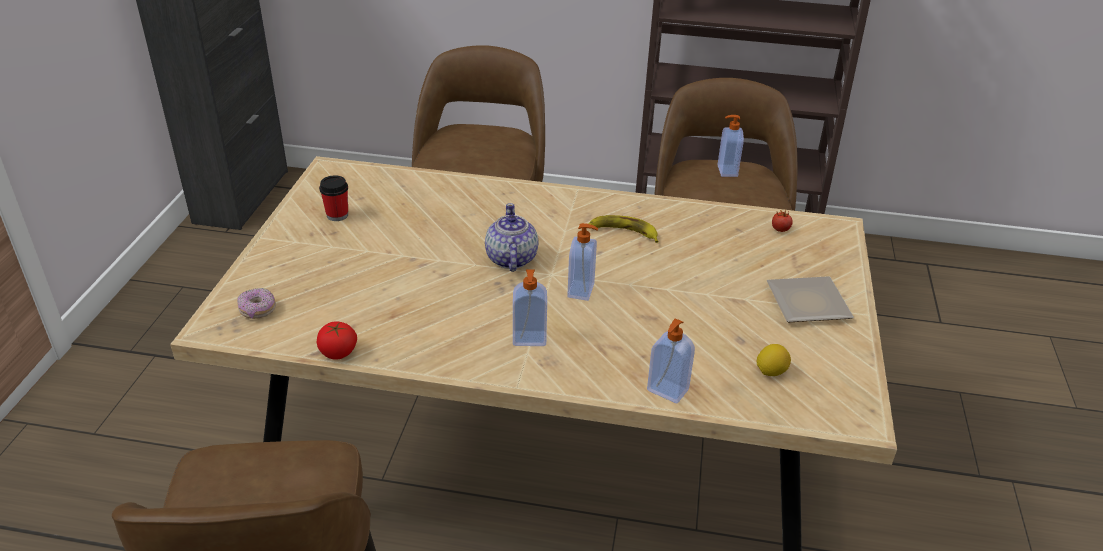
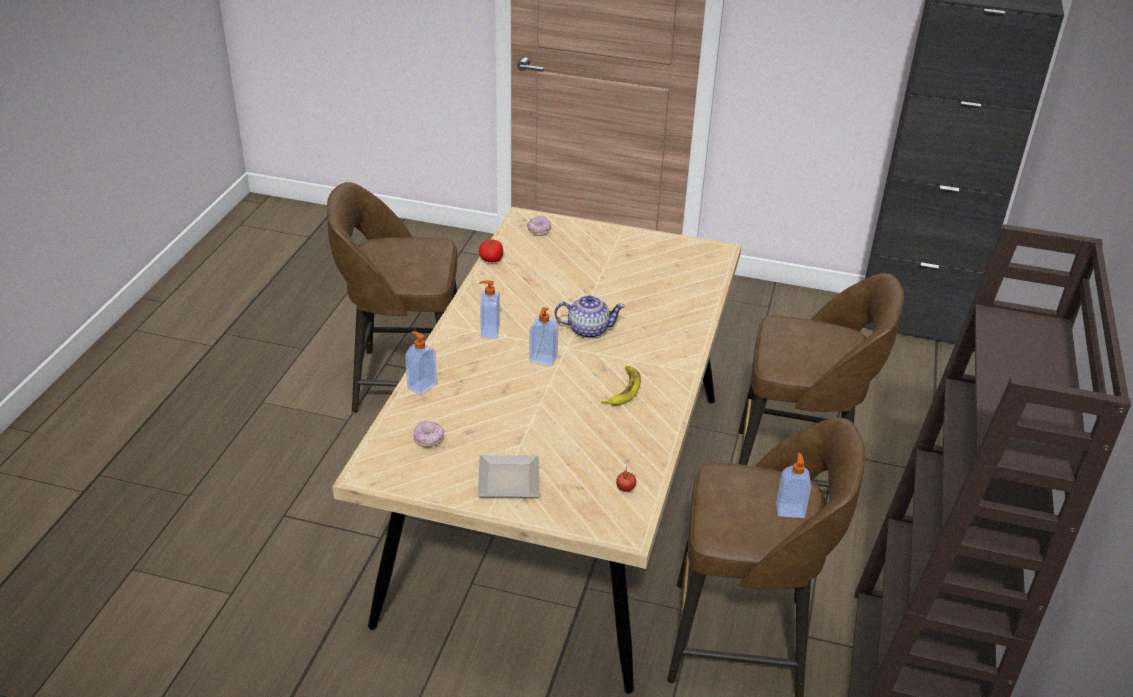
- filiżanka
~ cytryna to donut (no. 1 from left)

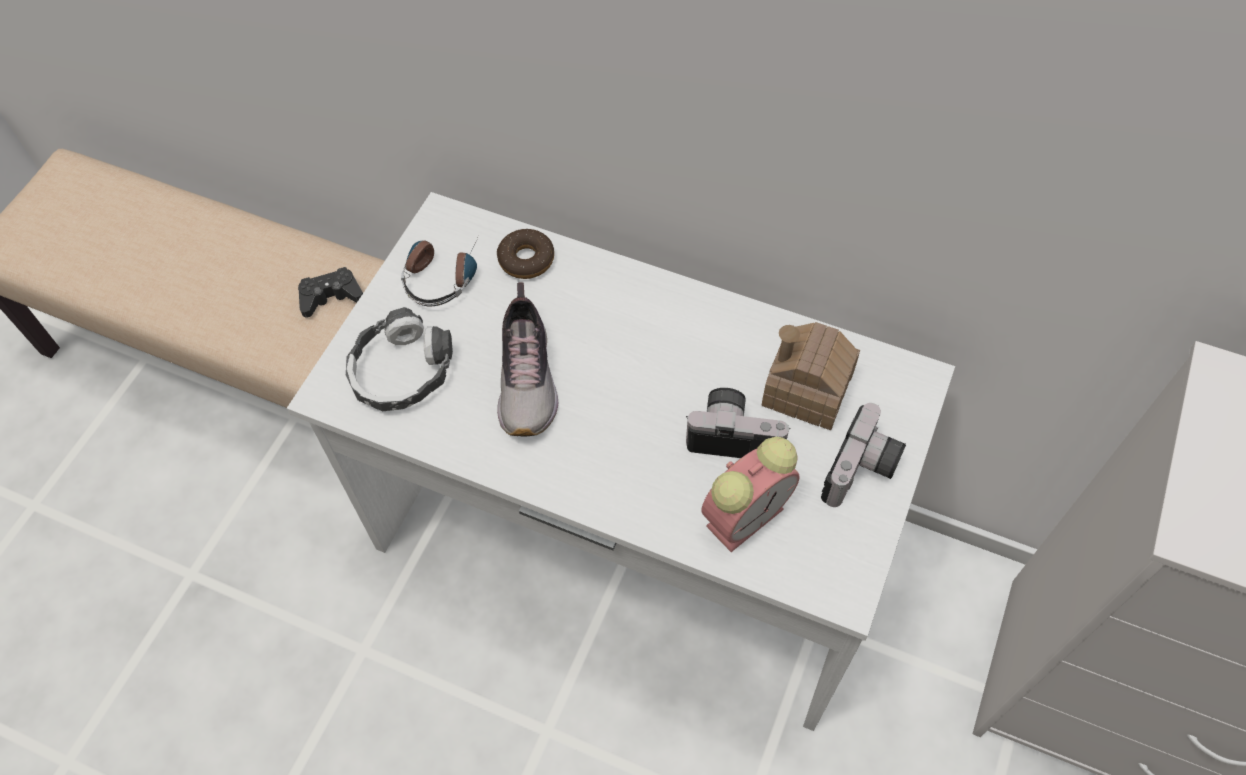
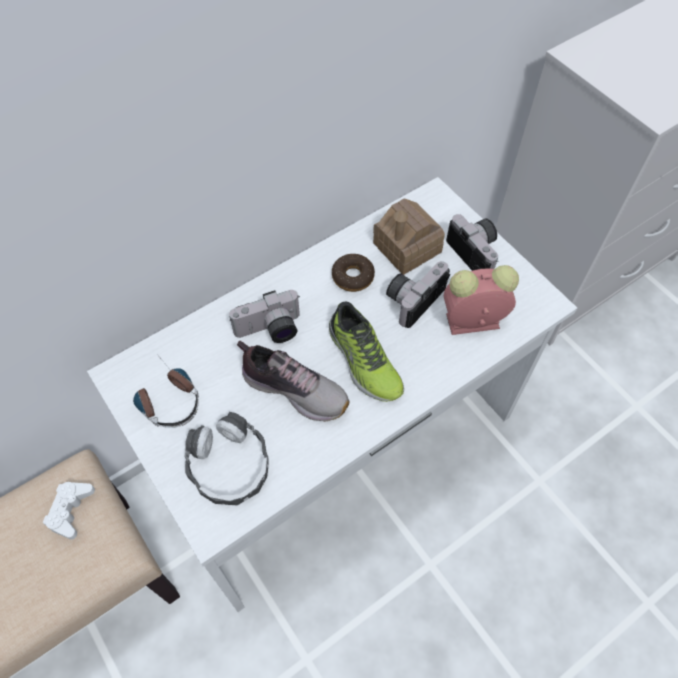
+ aparat fotograficzny (no. 1 from left)
+ but (no. 2 from left)
~ donut
~ pad do gier/czarny to pad do gier/biały
~ budzik 90 degrees counterclockwise

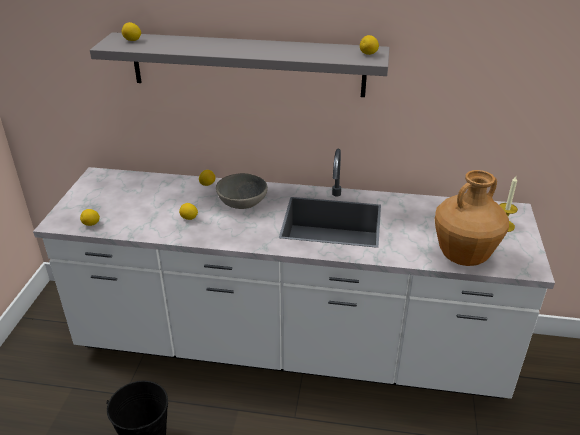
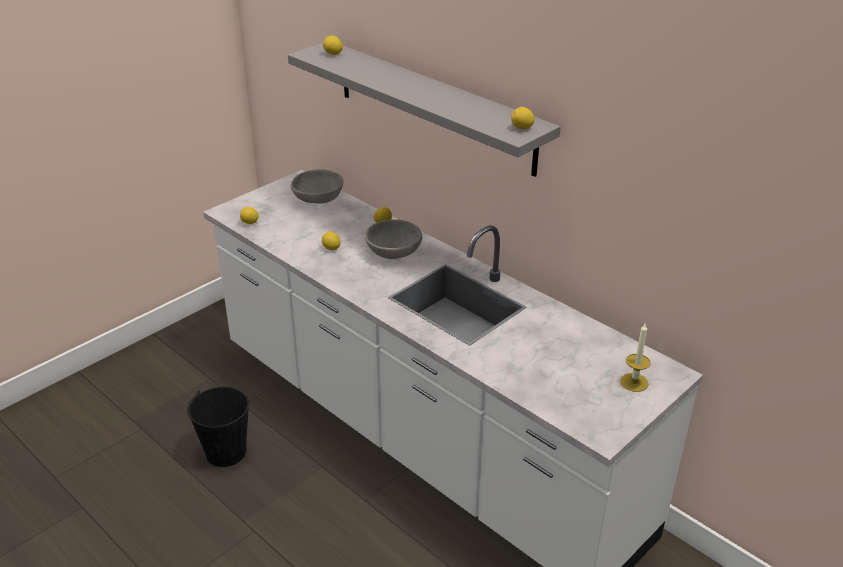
- wazon/brązowy
+ miska/szary (no. 1 from left)

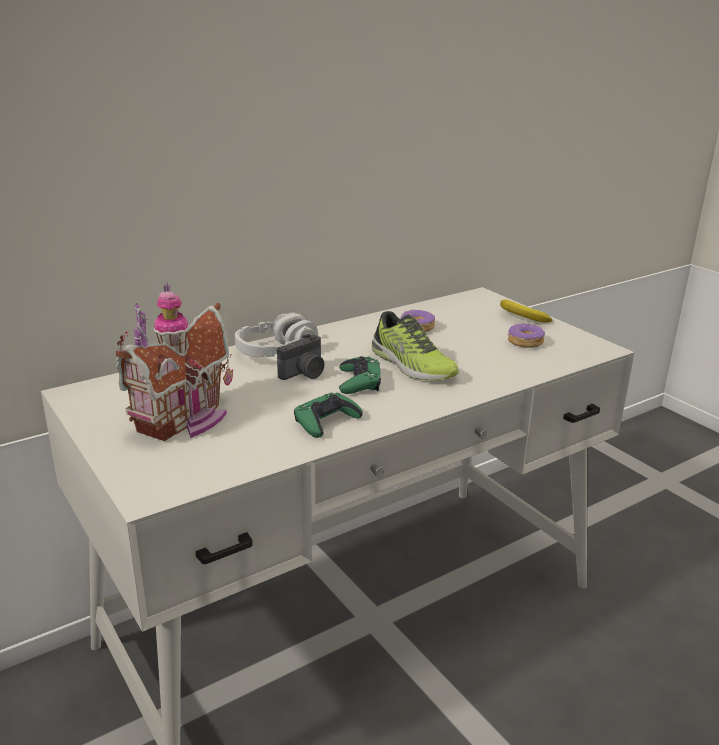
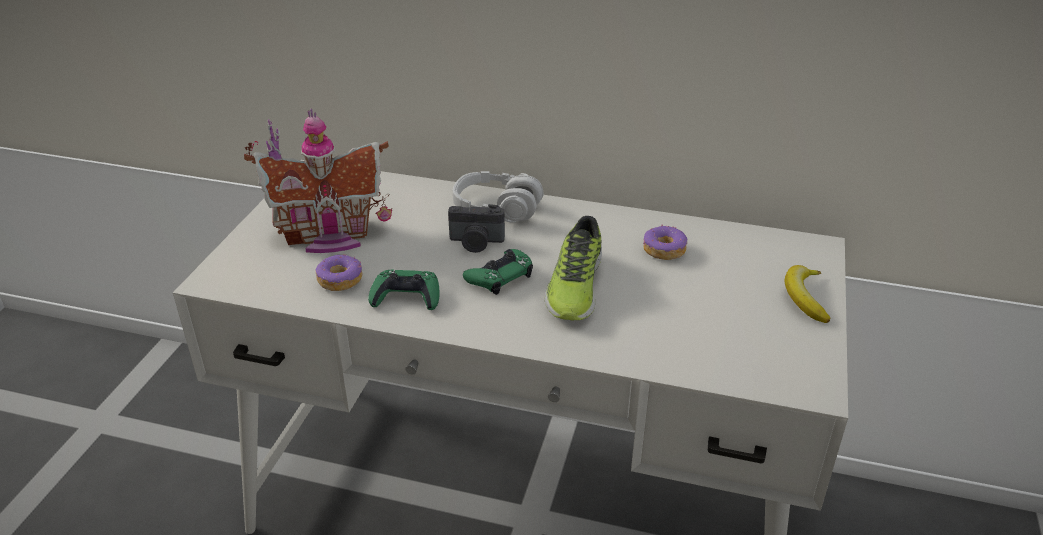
~ donut (no. 2 from left in the first image) to donut (no. 1 from left)

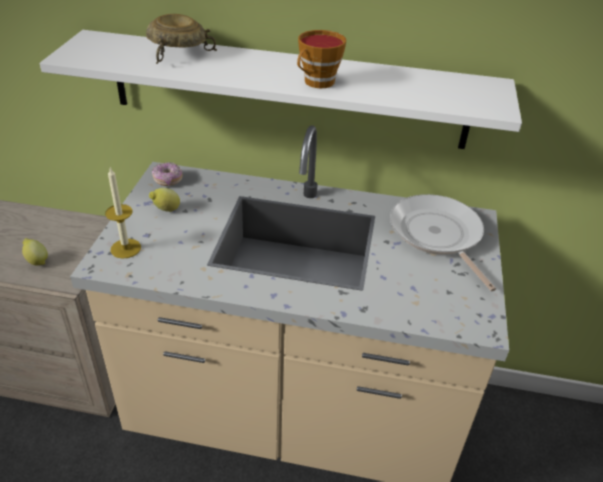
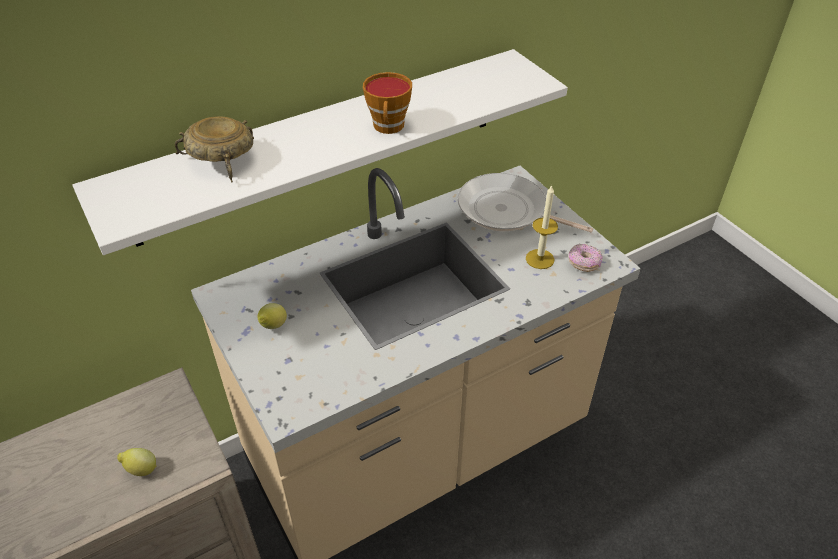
~ świeca
~ donut

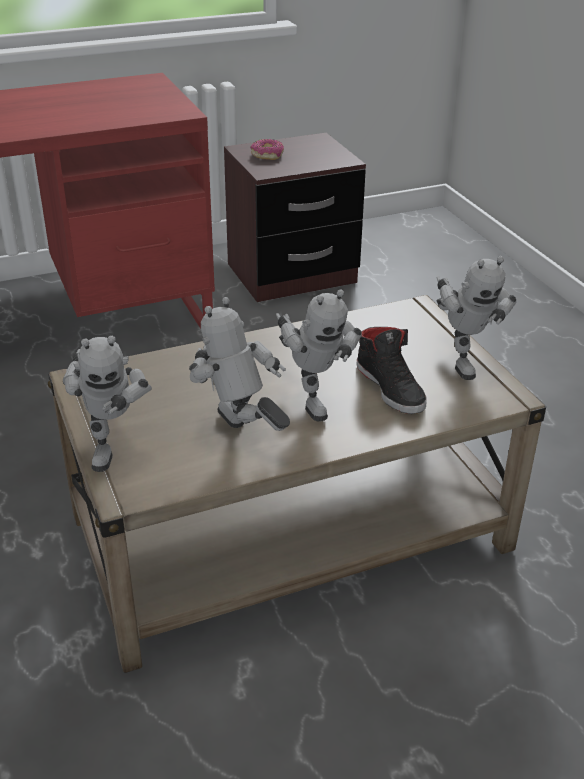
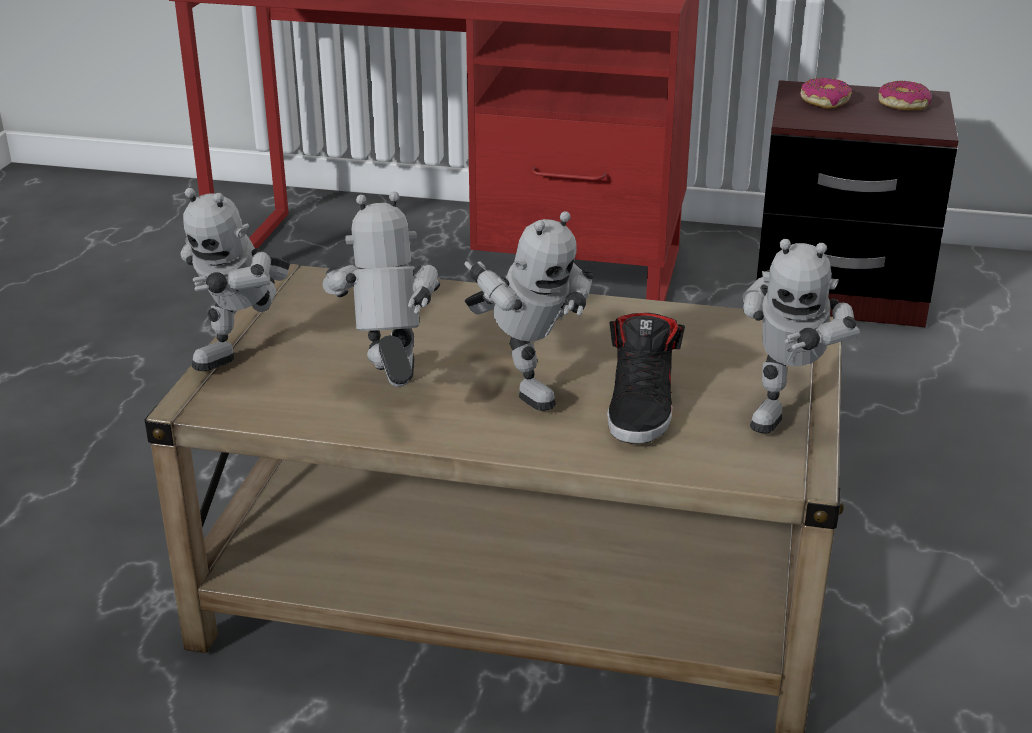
+ donut (no. 2 from left)
~ robot zabawkowy (no. 3 from left) 45 degrees counterclockwise

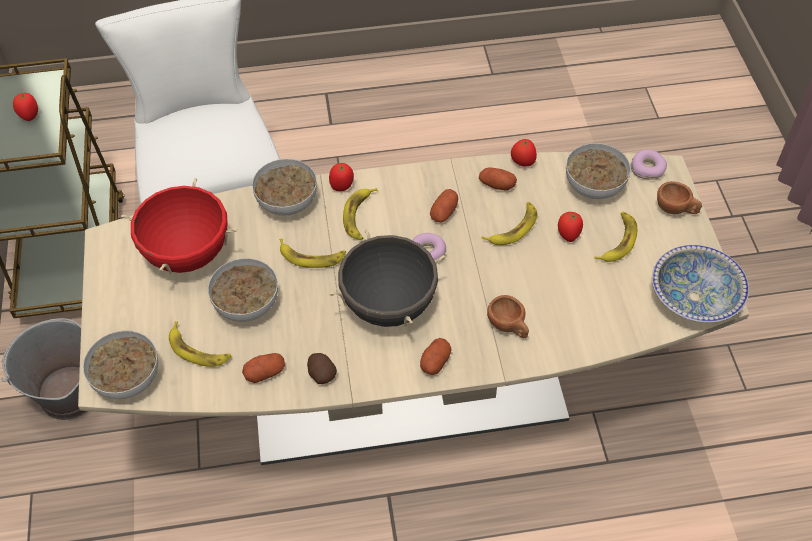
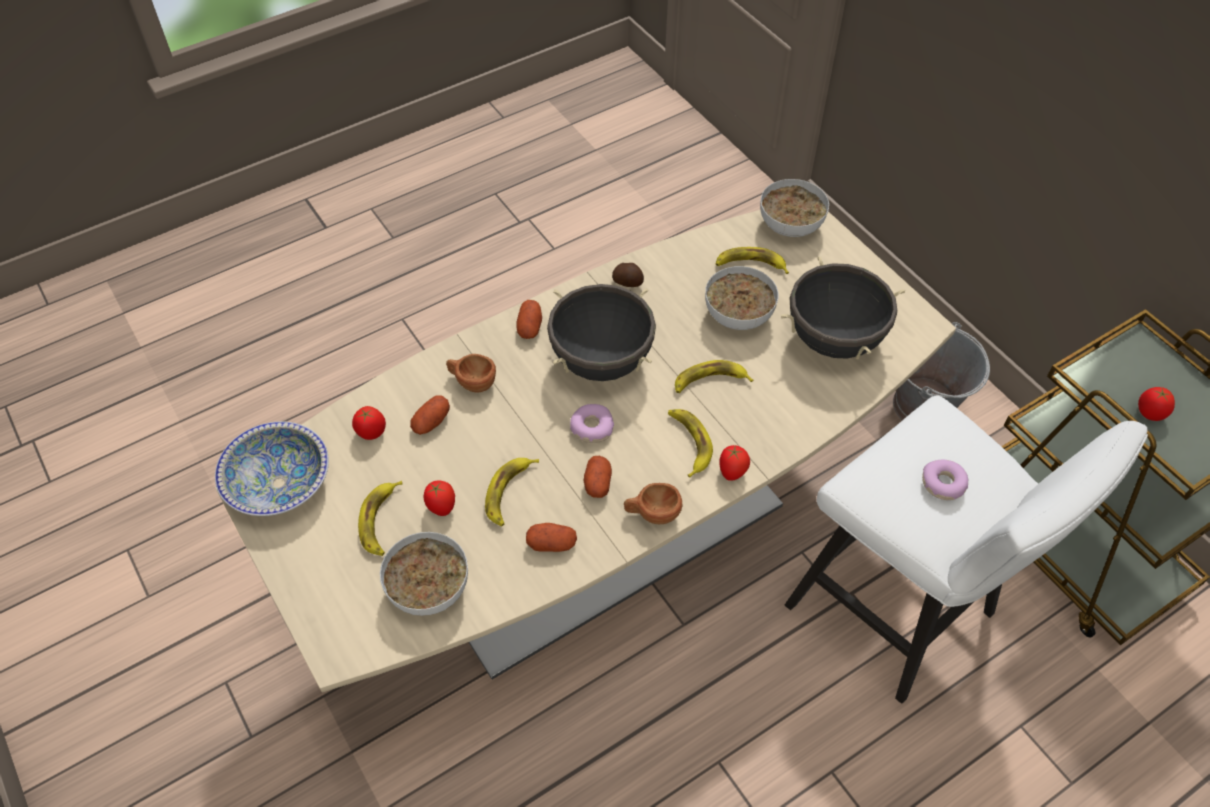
- miska (no. 3 from left)
~ ziemniak (no. 1 from left)
~ pomidor (no. 3 from left in the first image) to pomidor (no. 1 from left)
~ donut (no. 2 from left)
~ filiżanka/brązowy (no. 2 from left)
~ garnek/czerwony to garnek/czarny (no. 2 from left)

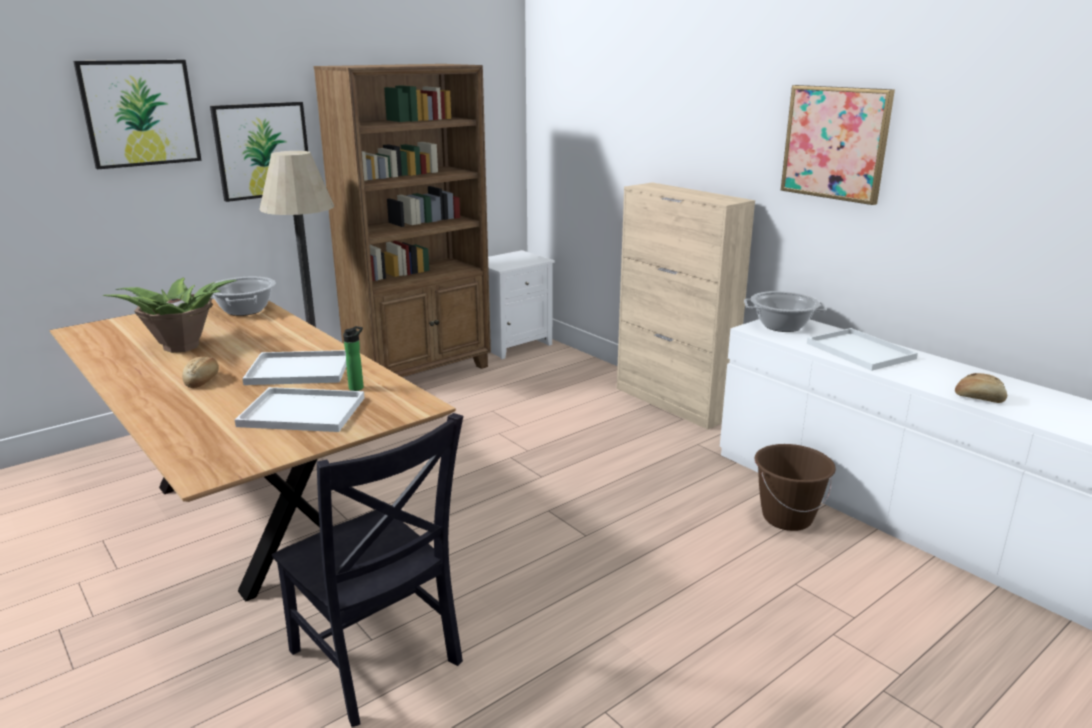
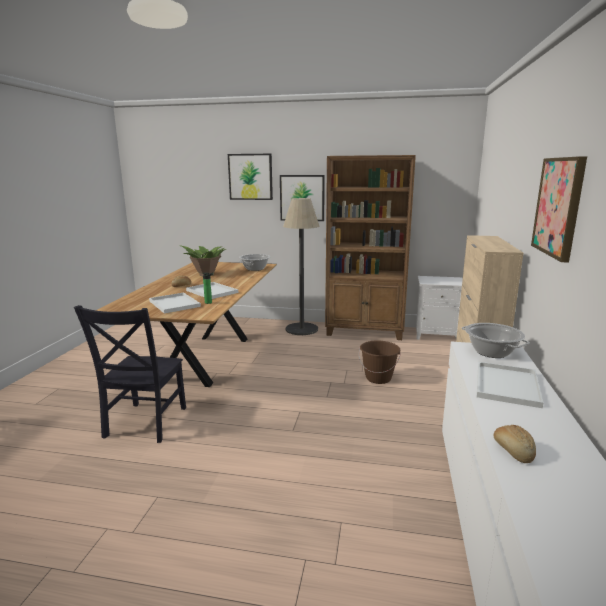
~ wiadro/brązowy

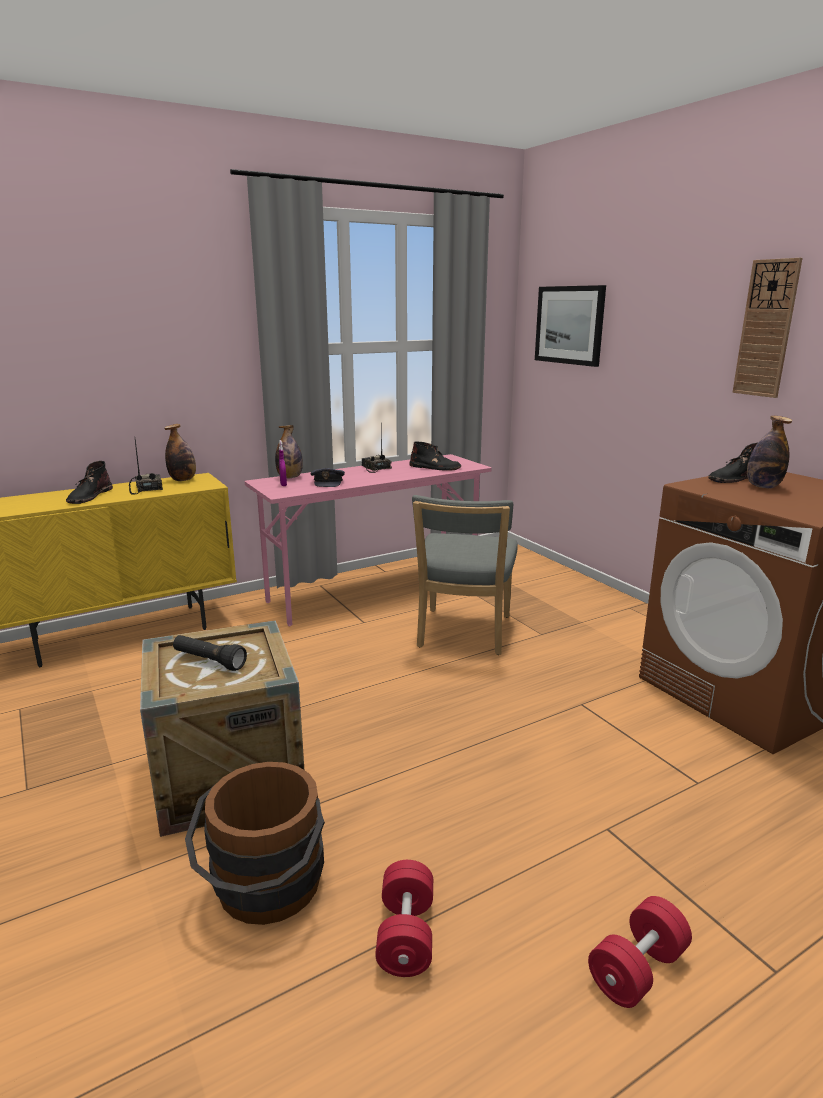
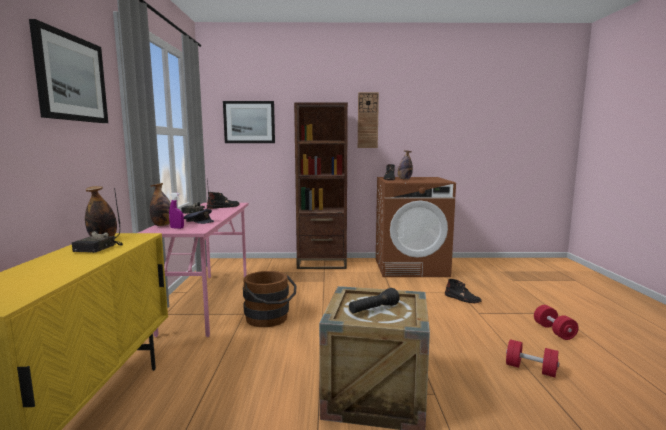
- krzesło/szary
+ obraz (no. 1 from left)
+ regał/brązowy
~ but z cholewką/czarny (no. 1 from left in the first image) to but z cholewką/czarny (no. 3 from left)
~ wiadro/brązowy
~ radio (no. 1 from left) 90 degrees counterclockwise

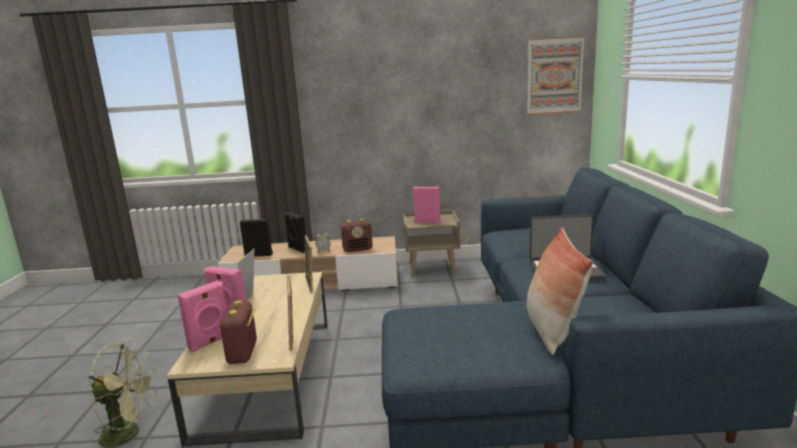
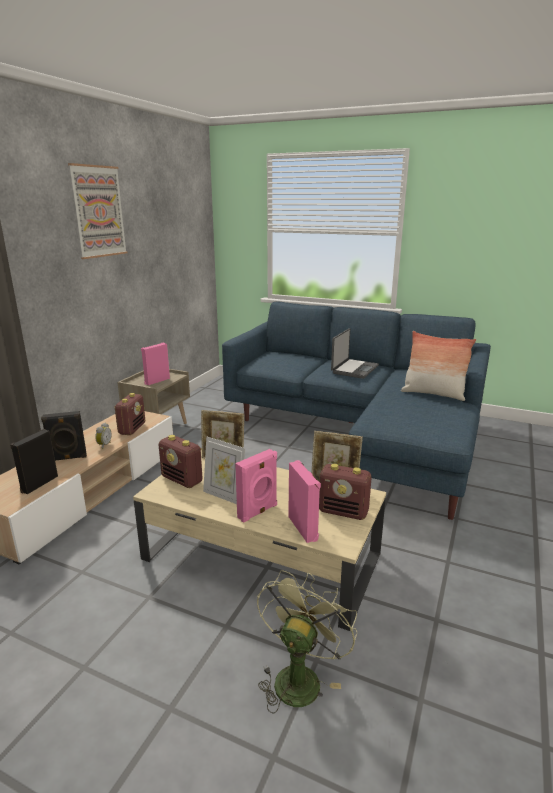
+ radio (no. 2 from left)
~ obraz

